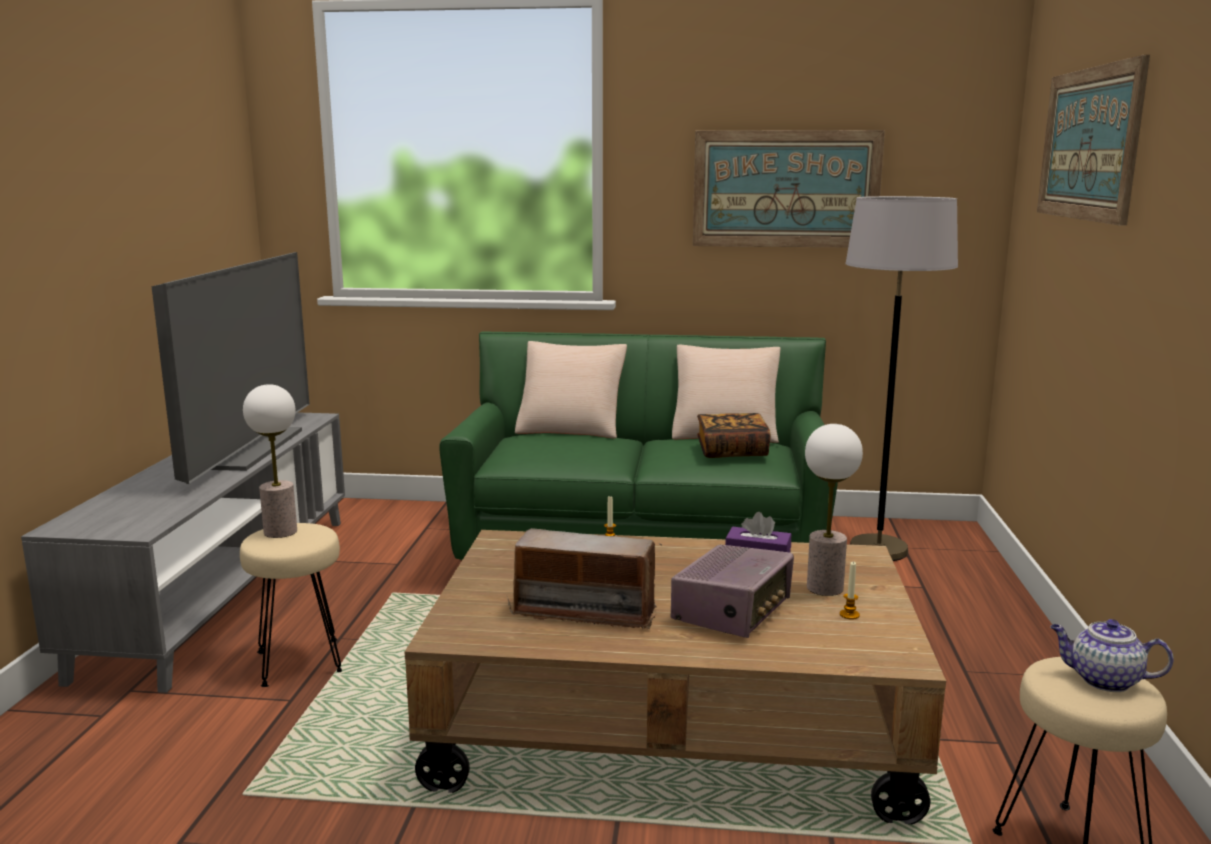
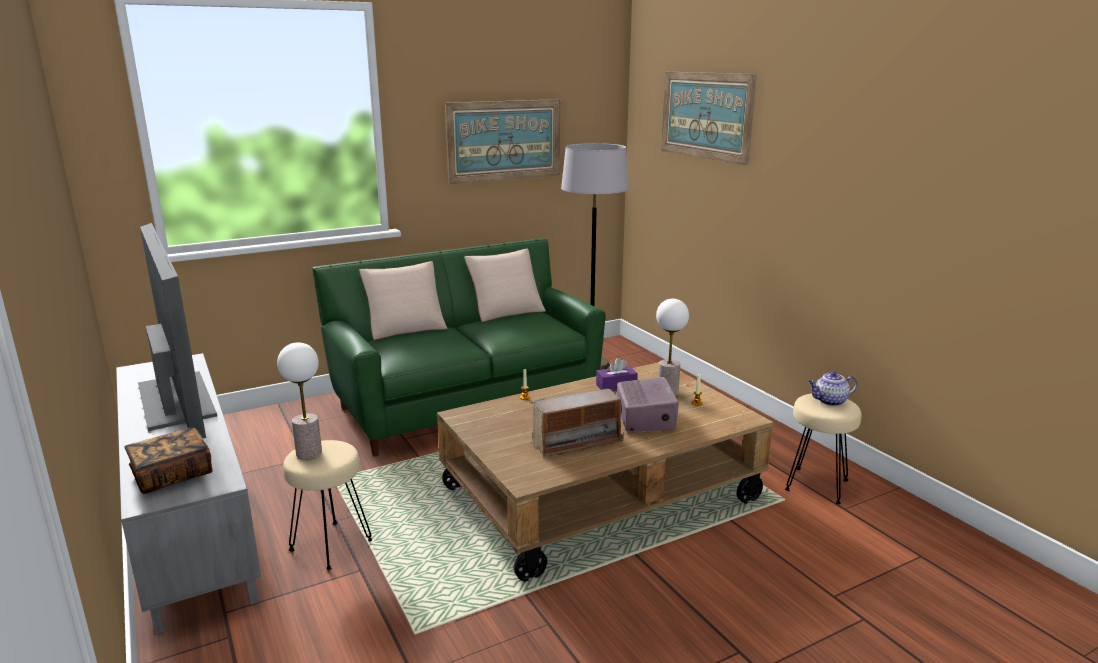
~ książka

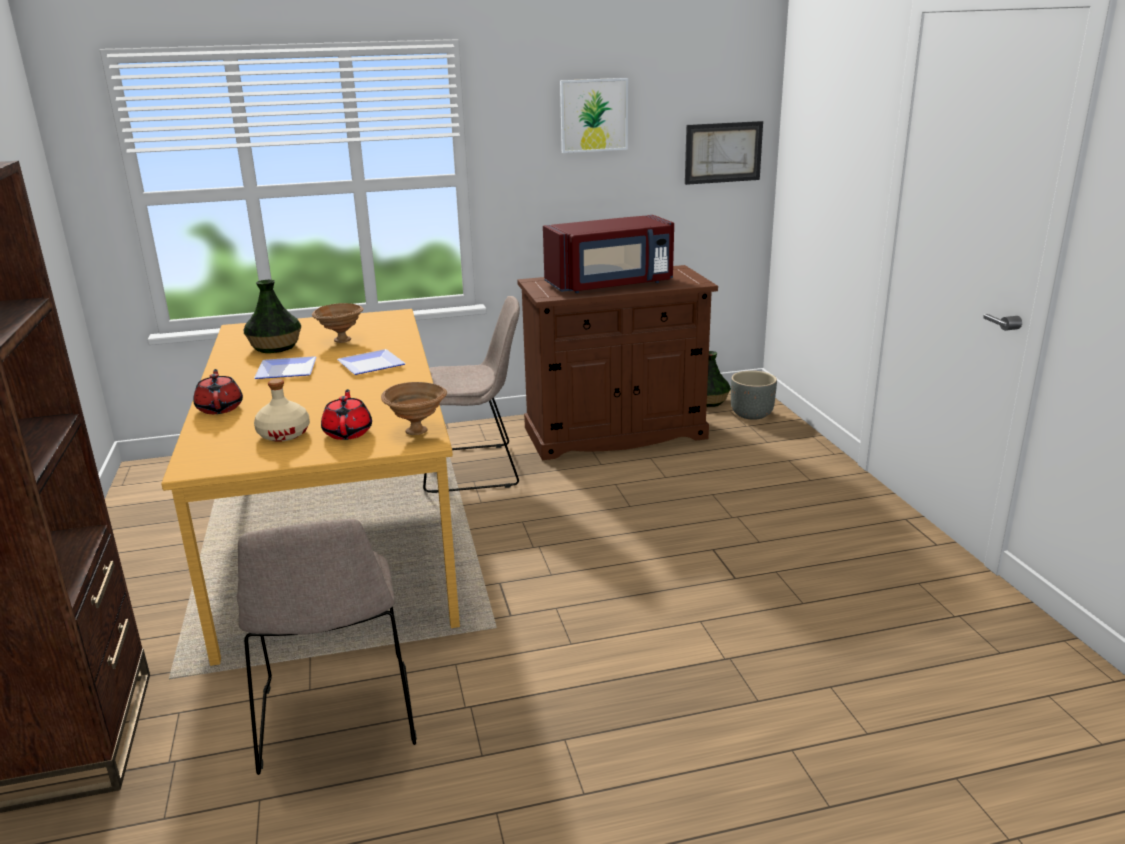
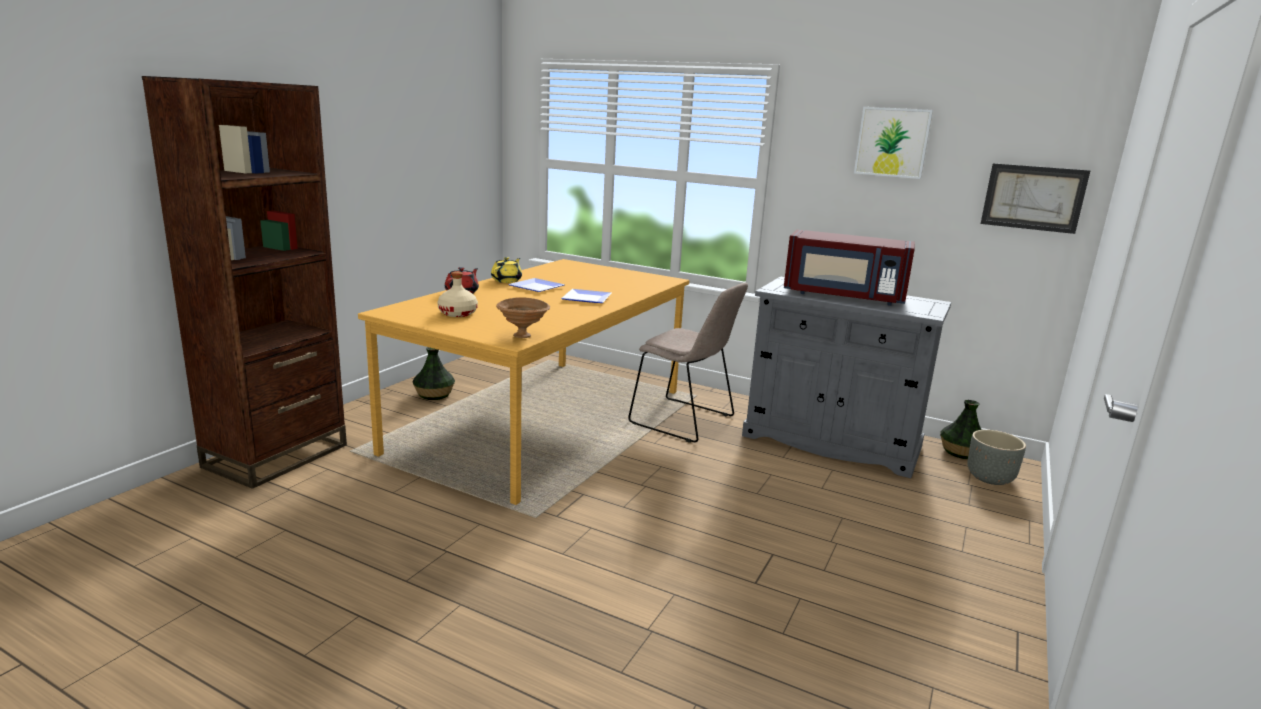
- krzesło/beżowy (no. 1 from left)
- miska/brązowy (no. 1 from left)
- imbryk/czerwony (no. 2 from left)
+ imbryk/żółty
~ wazon (no. 1 from left)
~ szafka/brązowy to szafka/szary

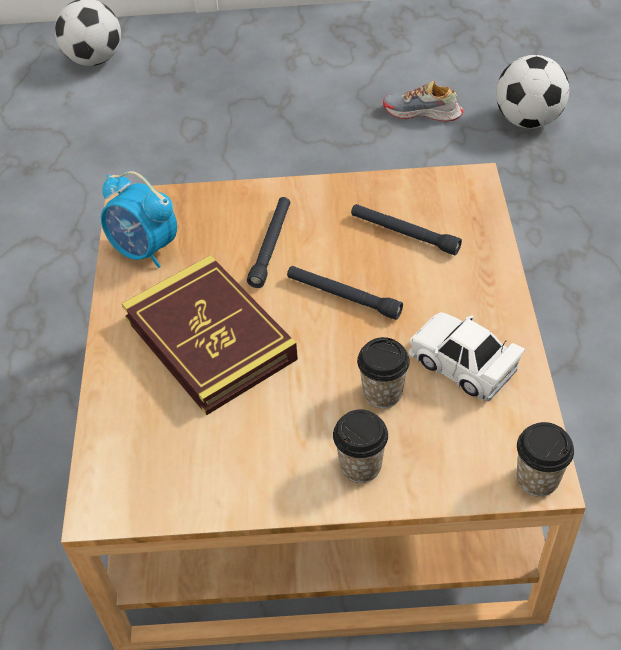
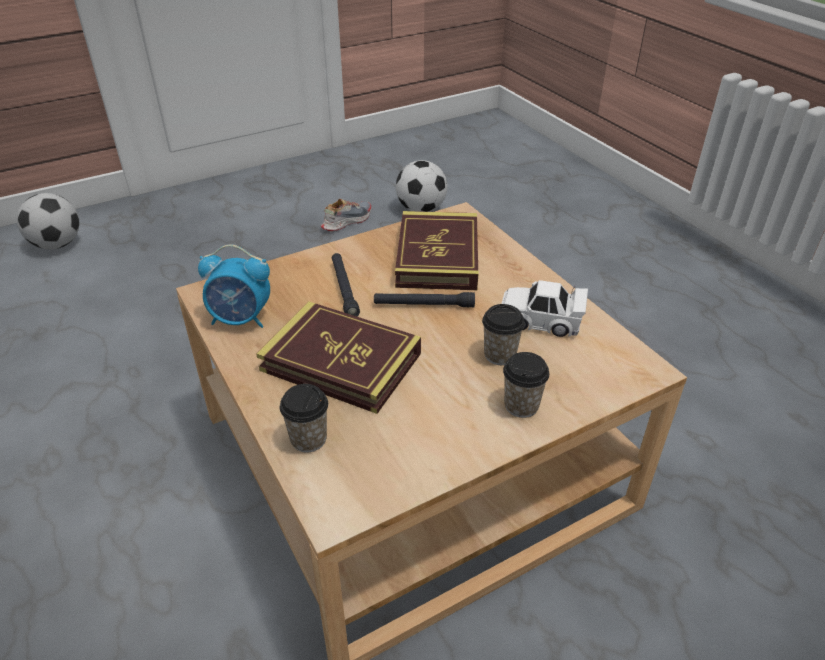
~ filiżanka (no. 3 from left in the first image) to filiżanka (no. 1 from left)
~ latarka/czarny (no. 3 from left) to książka (no. 2 from left)
~ but 150 degrees clockwise

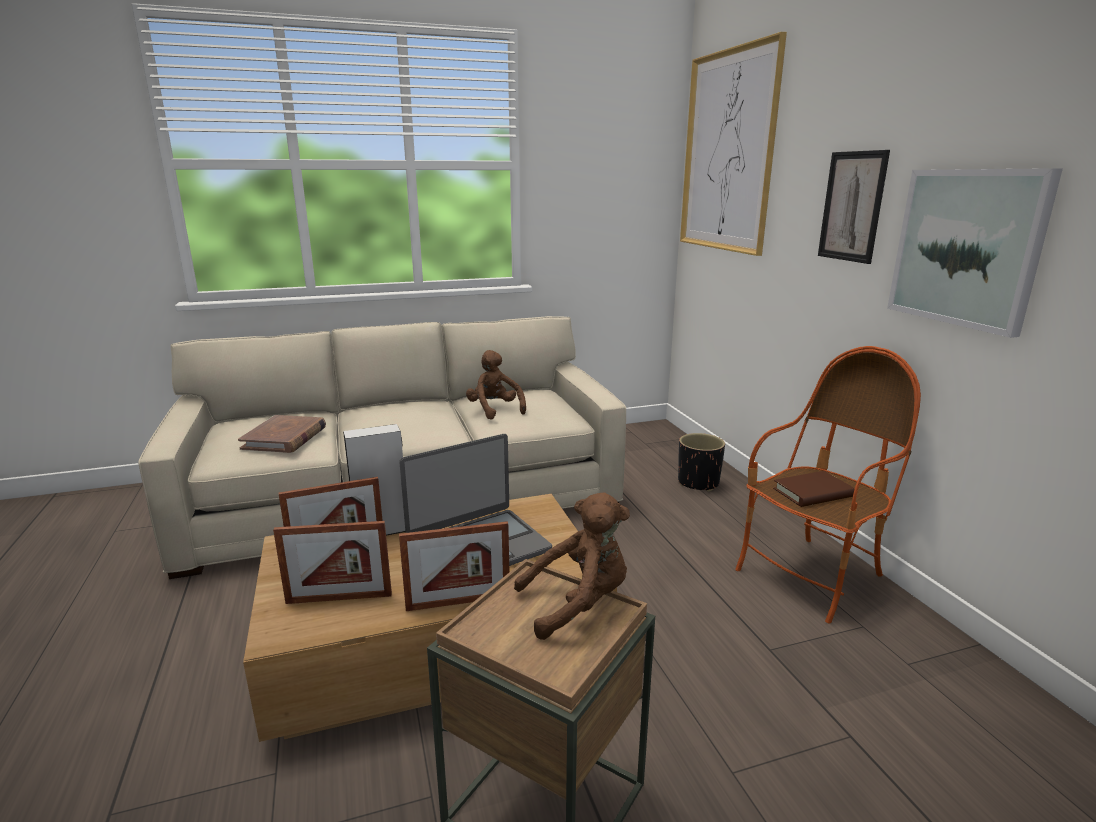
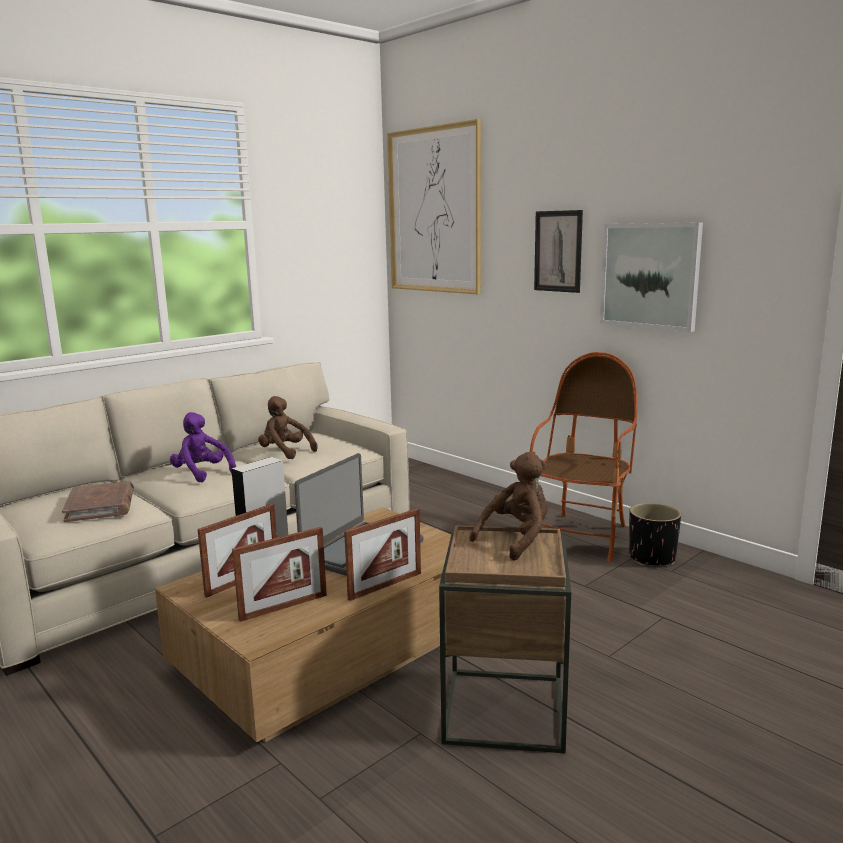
- książka/brązowy (no. 2 from left)
+ pluszak/fioletowy
~ donica/czarny

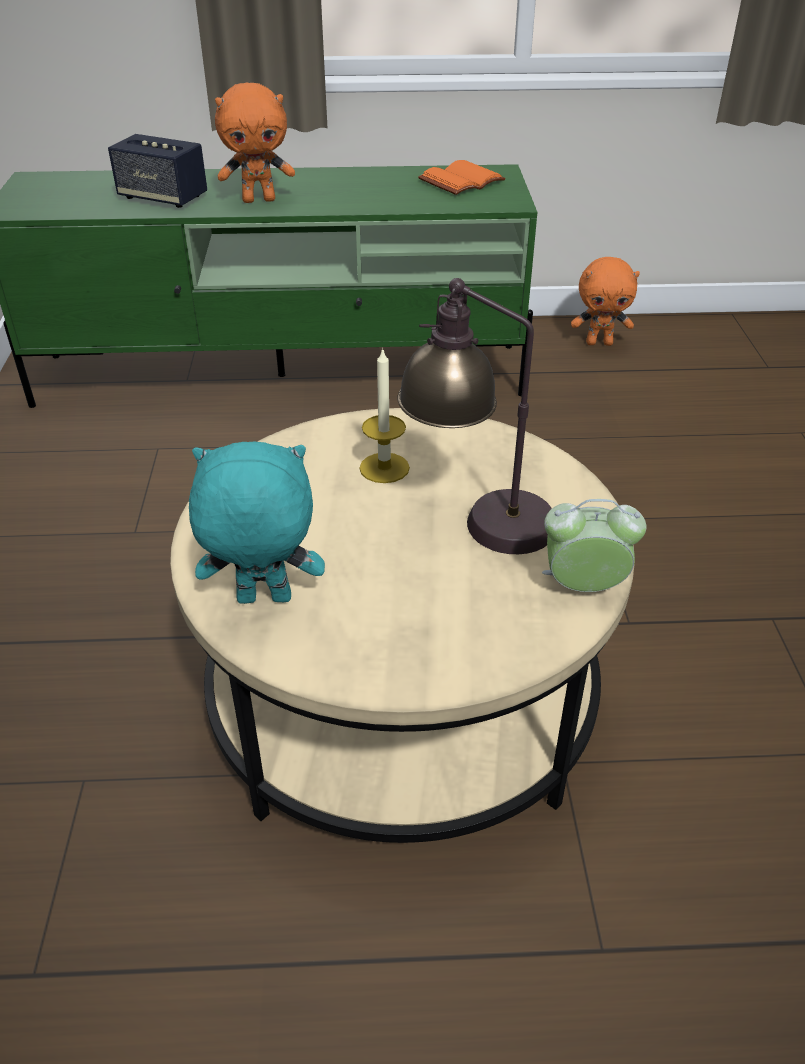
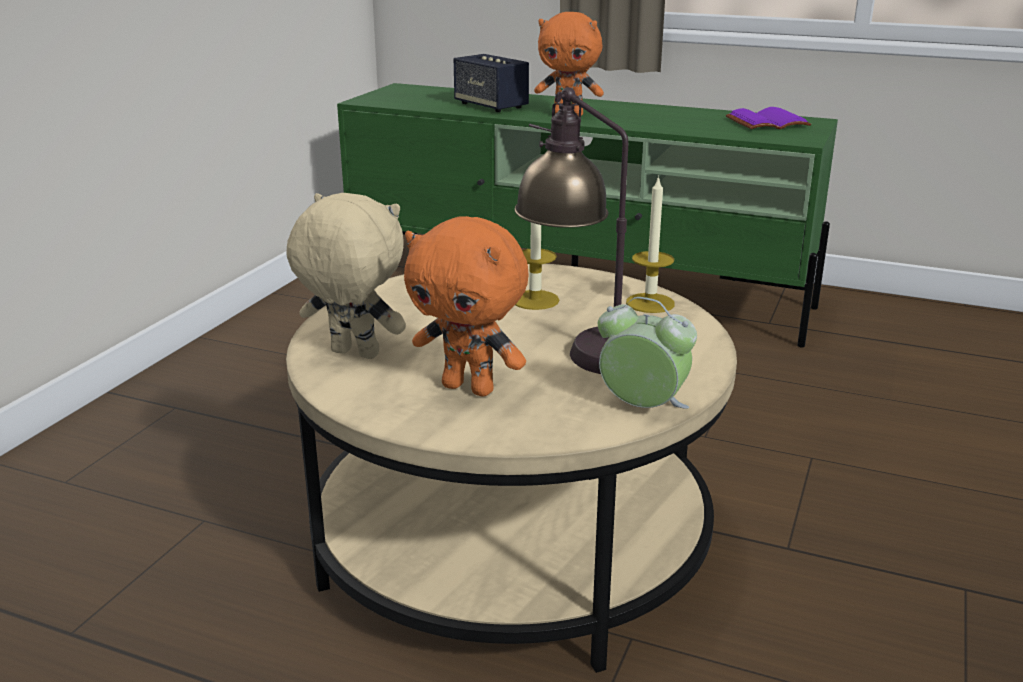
+ świeca (no. 2 from left)
~ pluszak/pomarańczowy (no. 2 from left in the first image) to pluszak/pomarańczowy (no. 1 from left)
~ pluszak/turkusowy to pluszak/beżowy
~ książka/pomarańczowy to książka/fioletowy

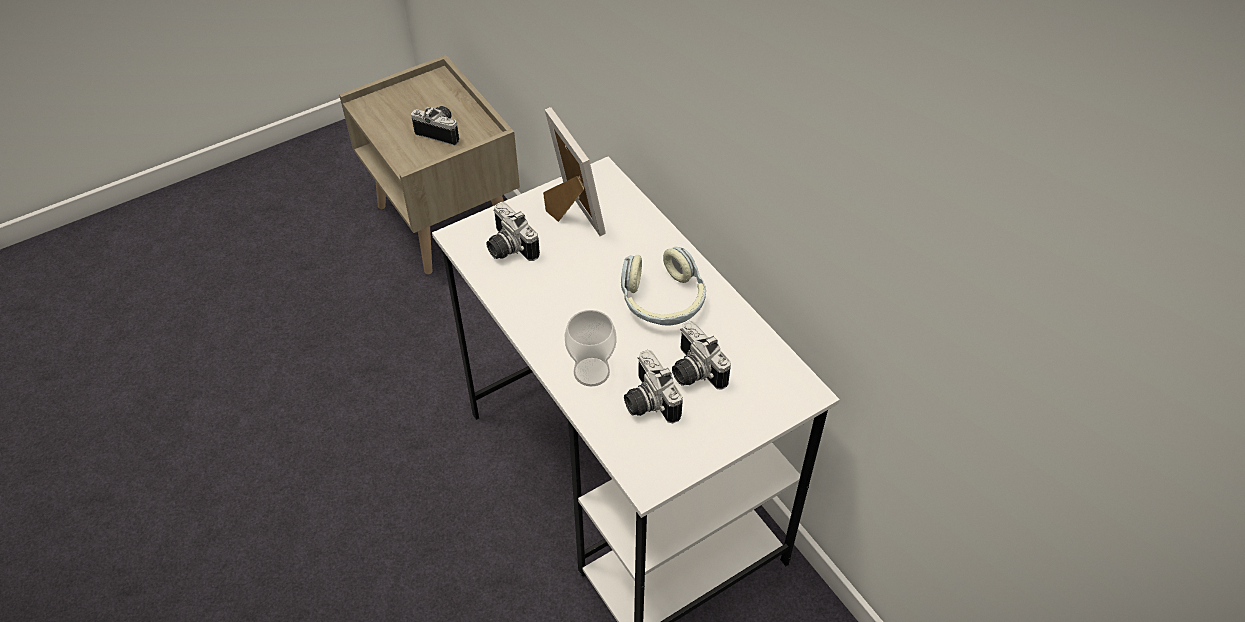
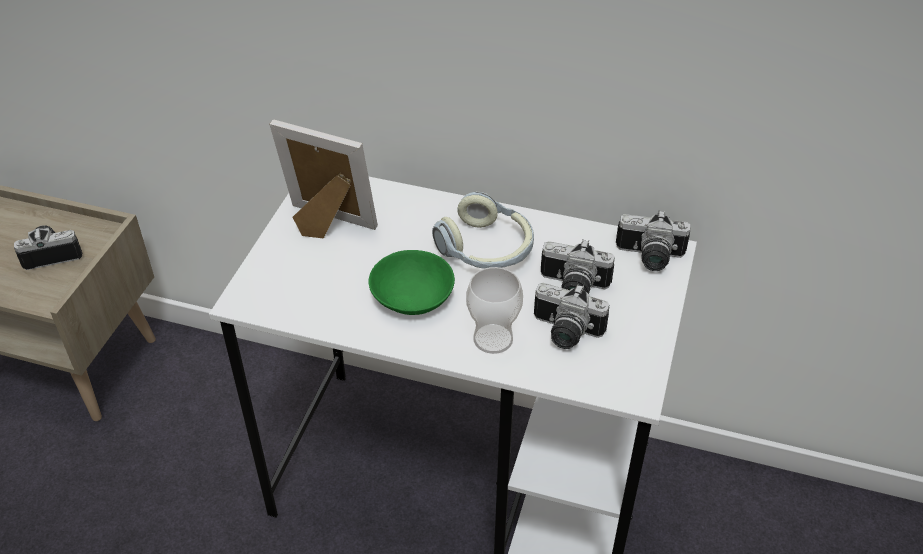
+ miska/zielony
~ aparat fotograficzny (no. 2 from left in the first image) to aparat fotograficzny (no. 4 from left)

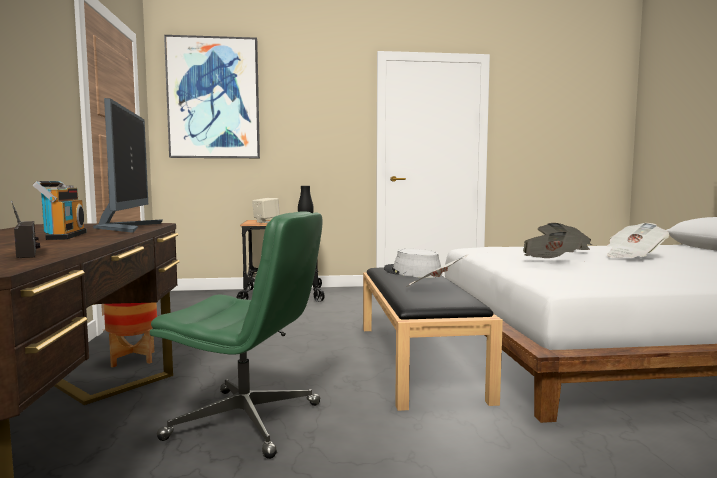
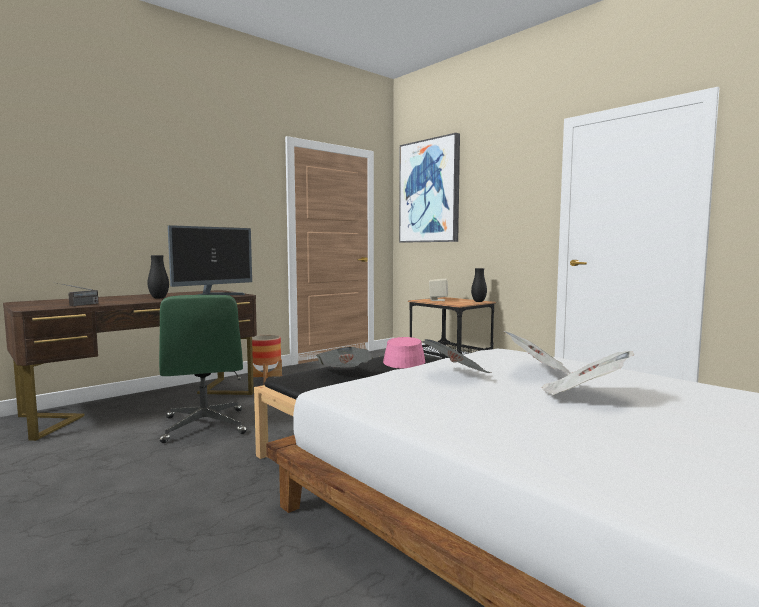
~ radio (no. 2 from left) to wazon/czarny (no. 1 from left)
~ kapelusz/szary to kapelusz/różowy

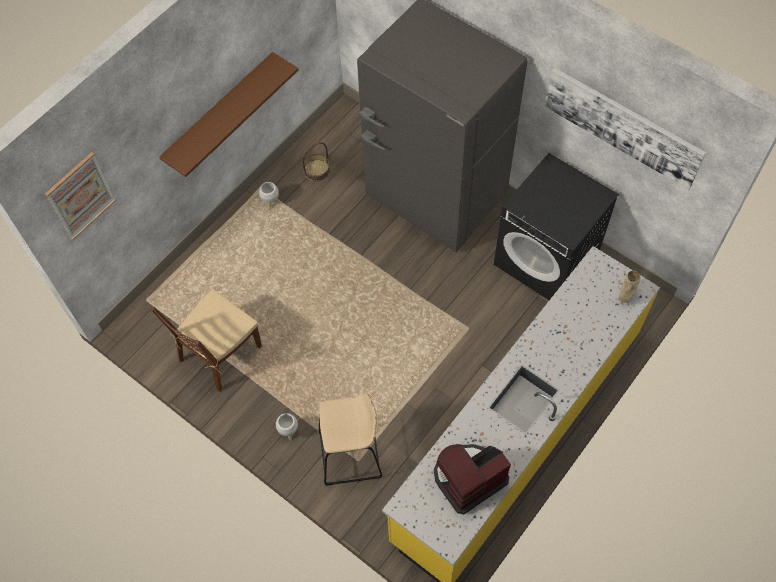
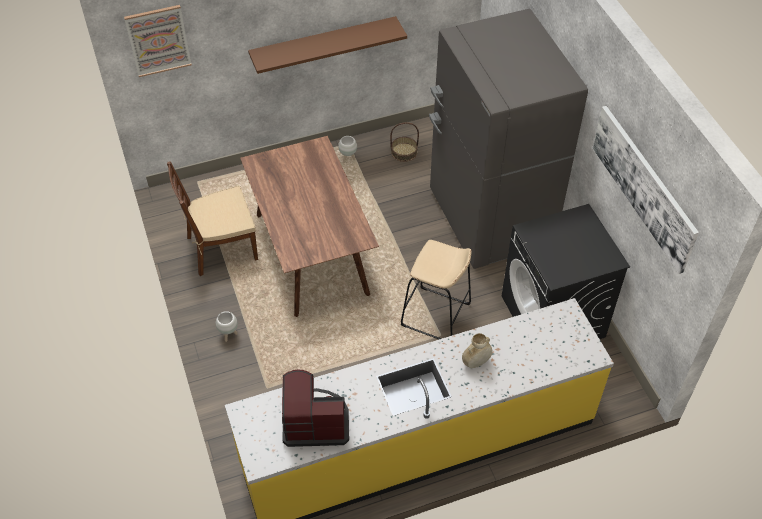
+ stół jadalny/brązowy
~ stołek/beżowy
~ wazon/beżowy

